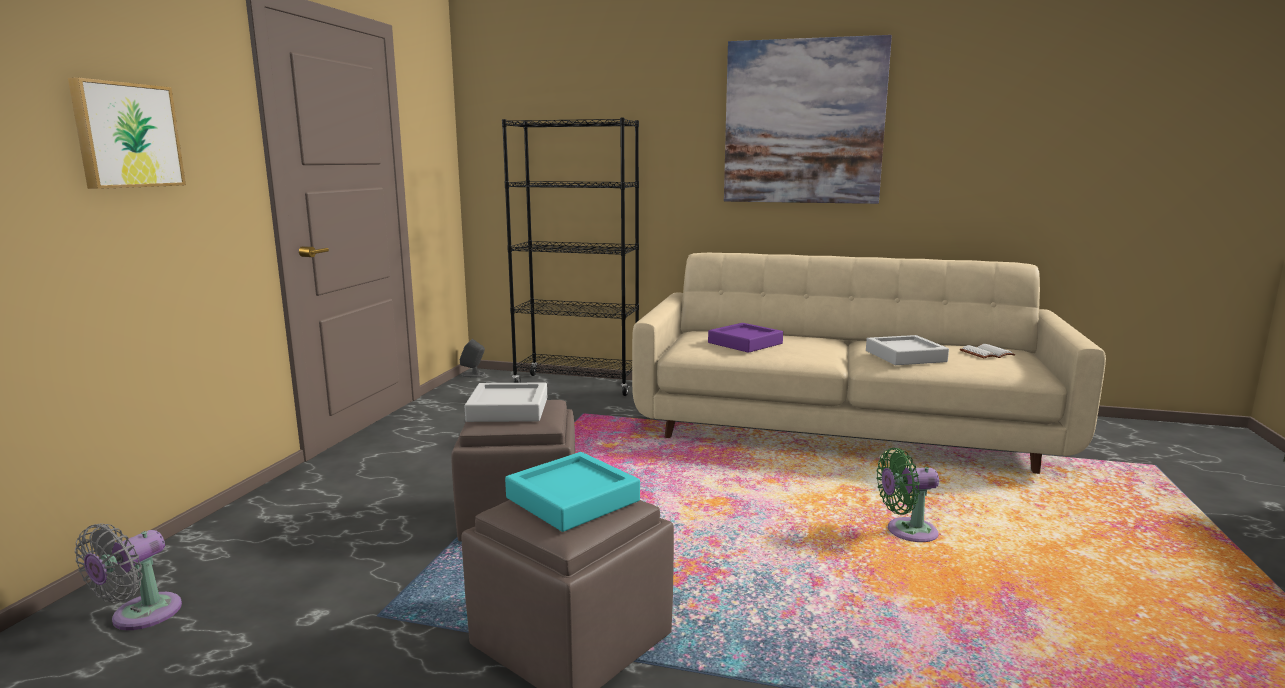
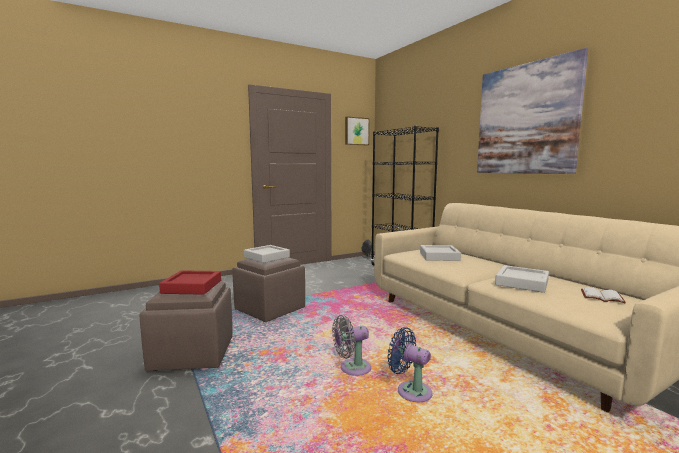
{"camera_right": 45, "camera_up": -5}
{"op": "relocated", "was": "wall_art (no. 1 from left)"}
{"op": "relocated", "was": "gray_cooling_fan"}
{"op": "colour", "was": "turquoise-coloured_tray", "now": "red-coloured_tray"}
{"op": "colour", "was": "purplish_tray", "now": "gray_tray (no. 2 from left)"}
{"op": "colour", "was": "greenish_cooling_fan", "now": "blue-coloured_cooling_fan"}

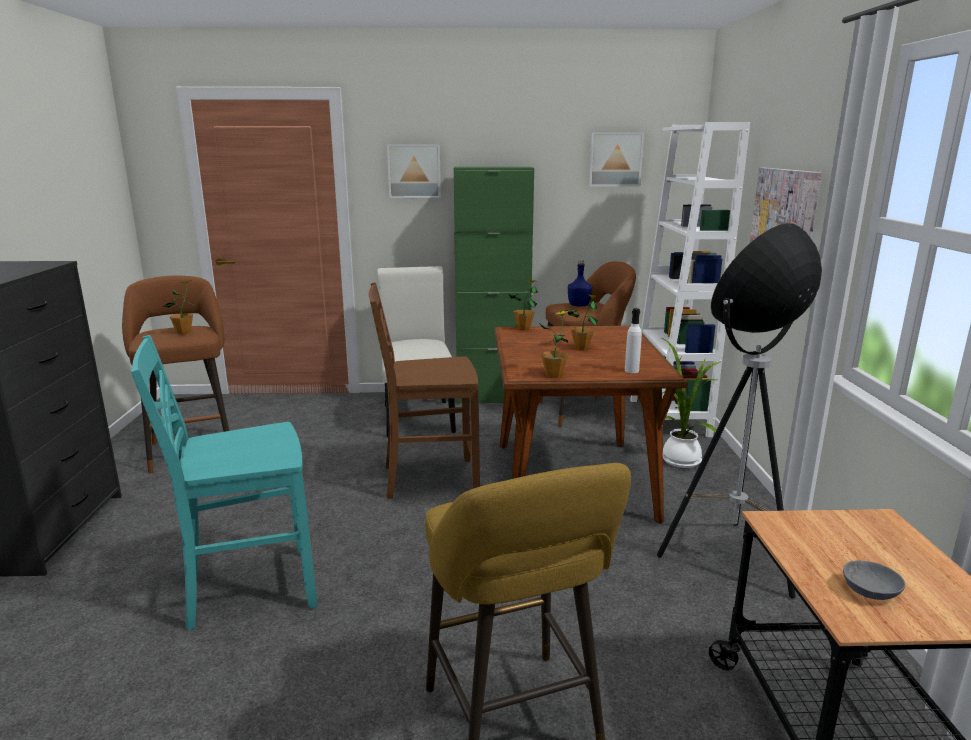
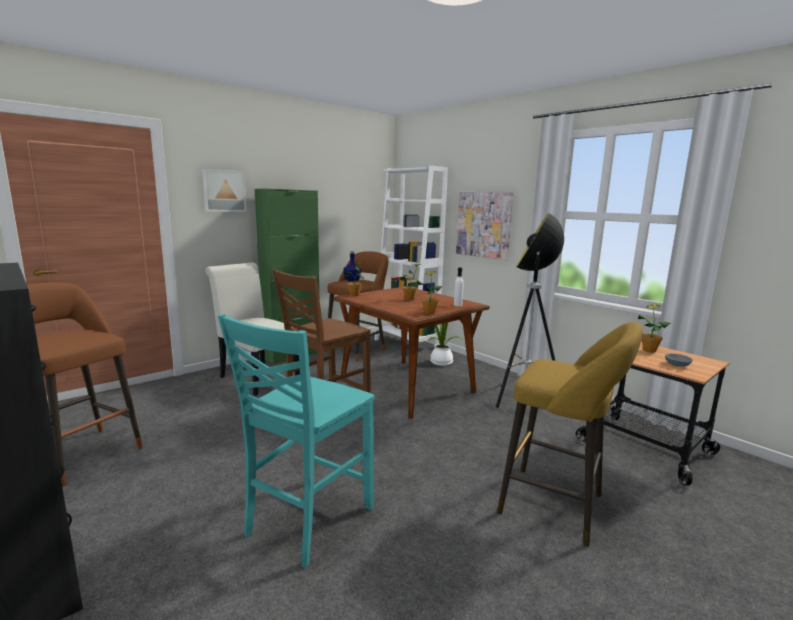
{"camera_right": -40, "camera_up": -5}
{"op": "missing", "was": "wall_art (no. 2 from left)"}
{"op": "relocated", "was": "houseplant (no. 1 from left in the first image)", "now": "houseplant (no. 5 from left)"}

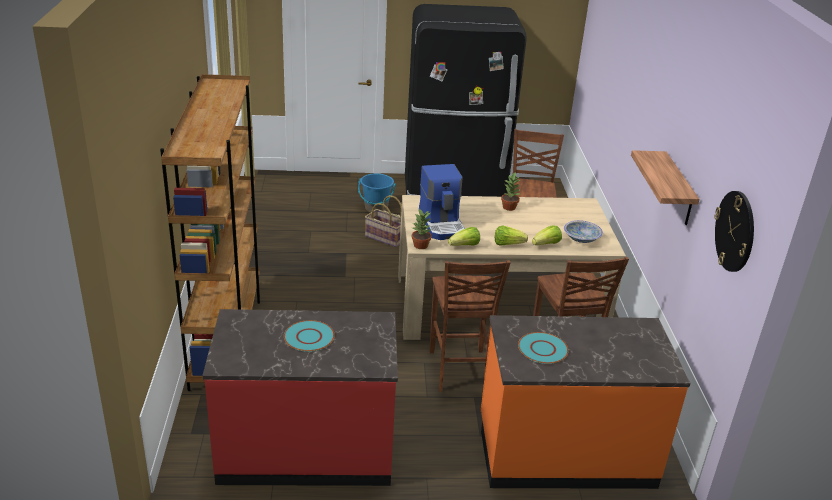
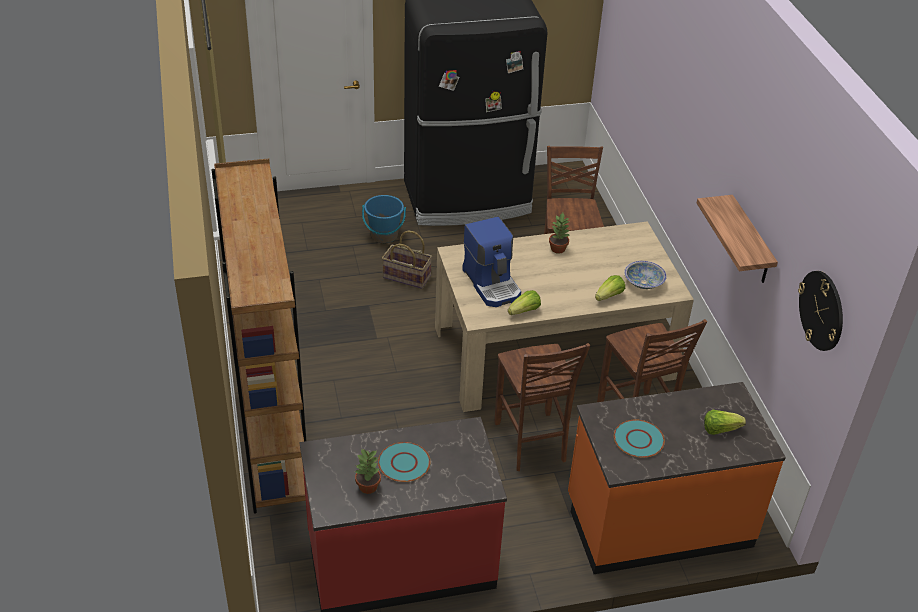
{"camera_right": -10, "camera_up": 10}
{"op": "relocated", "was": "houseplant (no. 1 from left)"}
{"op": "relocated", "was": "head_of_lettuce (no. 2 from left in the first image)", "now": "head_of_lettuce (no. 3 from left)"}

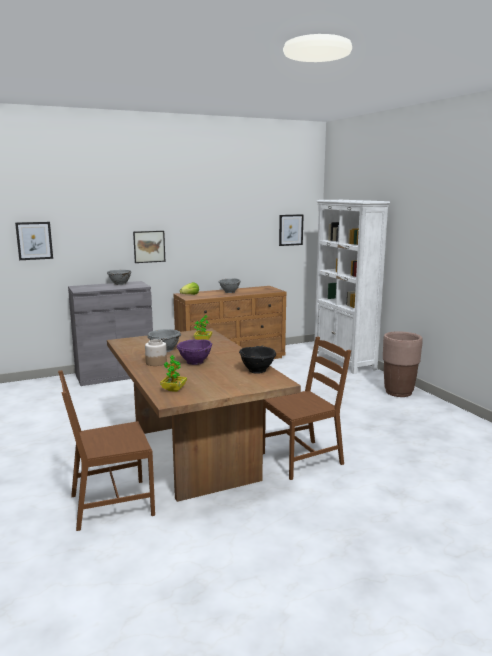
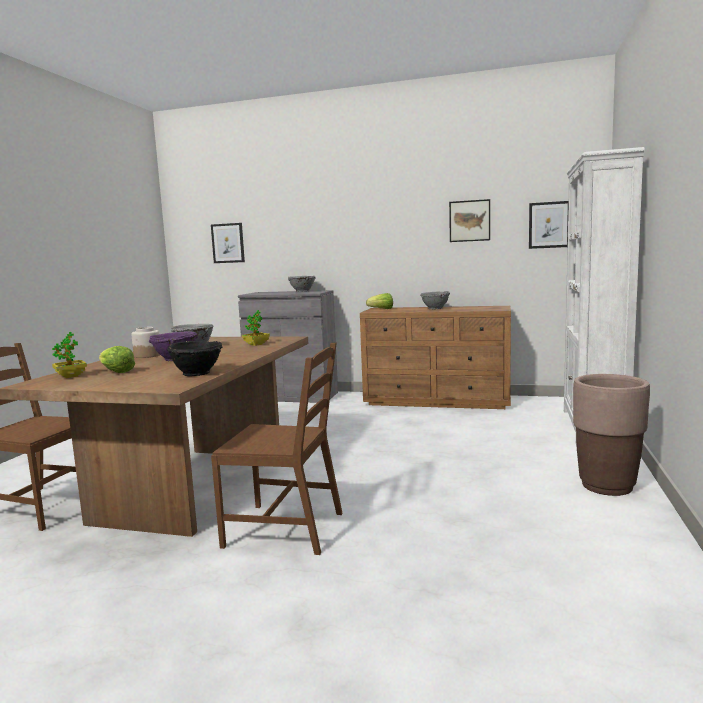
{"camera_right": 40, "camera_up": -5}
{"op": "appeared", "now": "head_of_lettuce (no. 1 from left)"}
{"op": "relocated", "was": "wall_art (no. 2 from left)"}

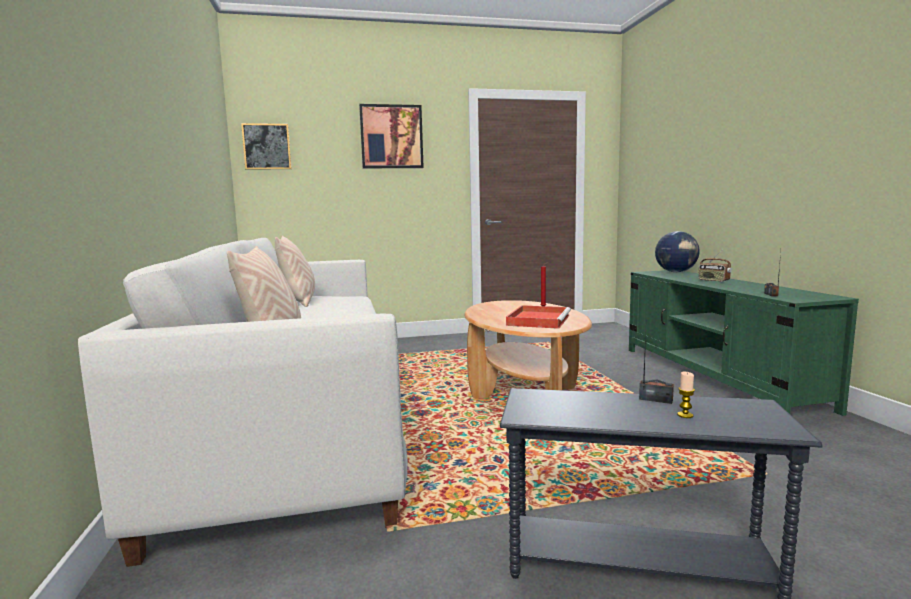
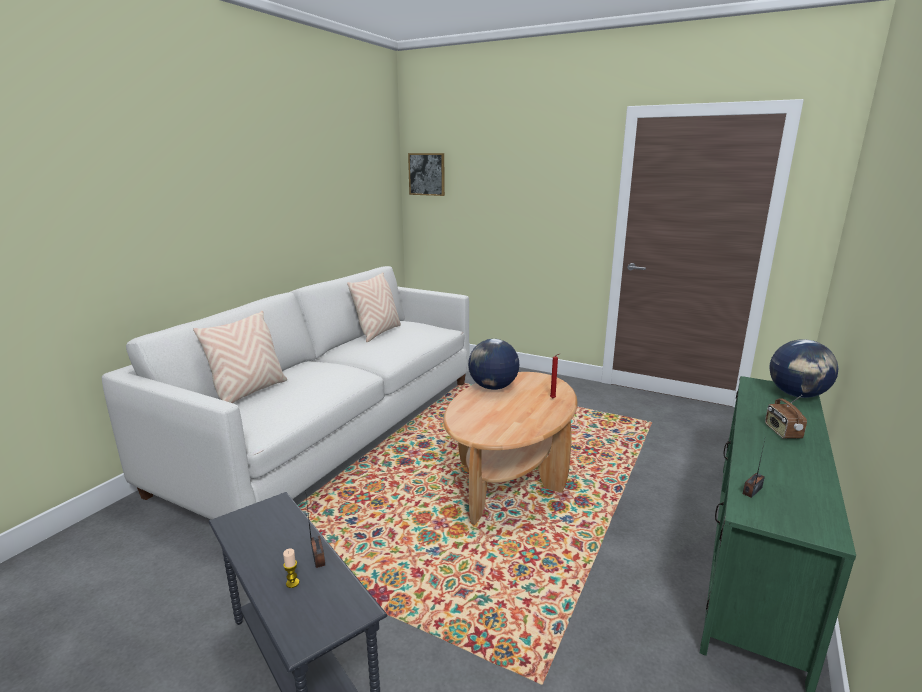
{"camera_right": 40, "camera_up": 10}
{"op": "missing", "was": "wall_art (no. 2 from left)"}
{"op": "missing", "was": "red-coloured_tray"}
{"op": "appeared", "now": "desk_globe (no. 1 from left)"}

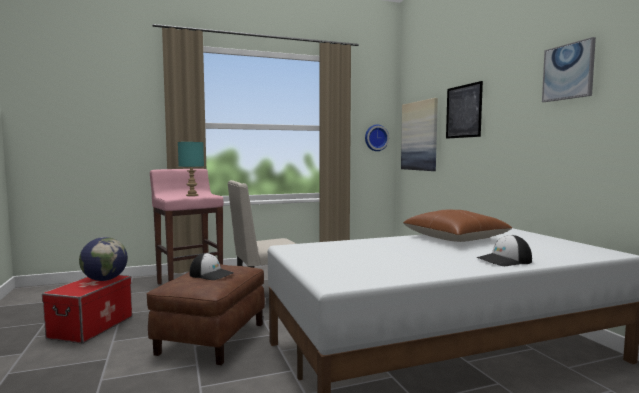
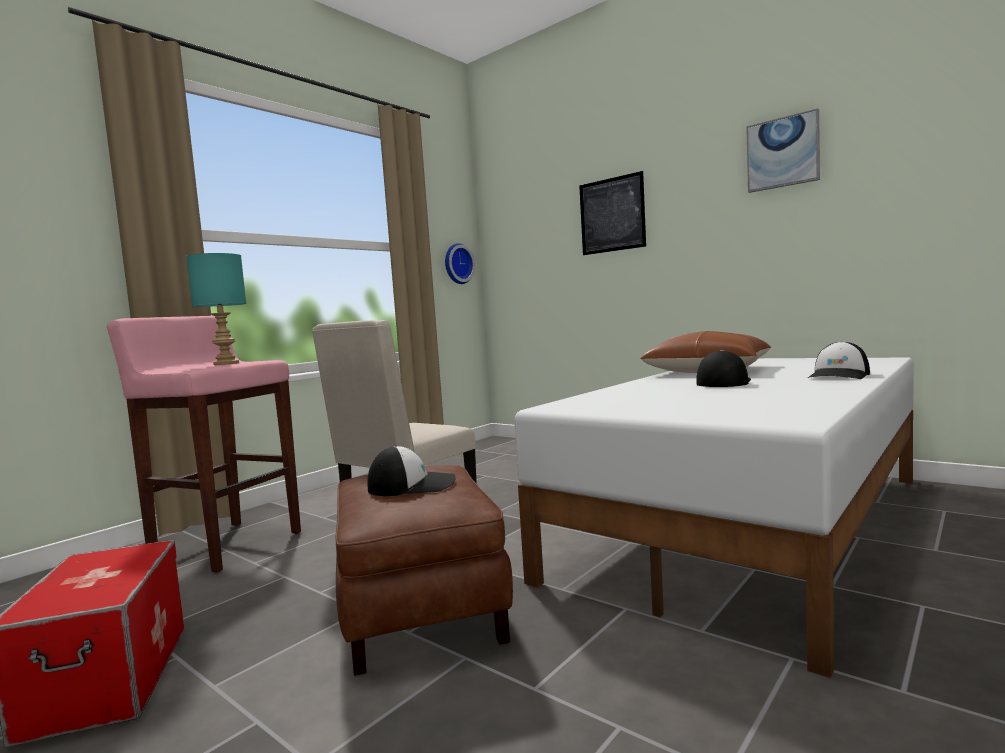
{"camera_right": -30, "camera_up": 0}
{"op": "missing", "was": "desk_globe"}
{"op": "missing", "was": "wall_art (no. 1 from left)"}
{"op": "appeared", "now": "cap (no. 2 from left)"}

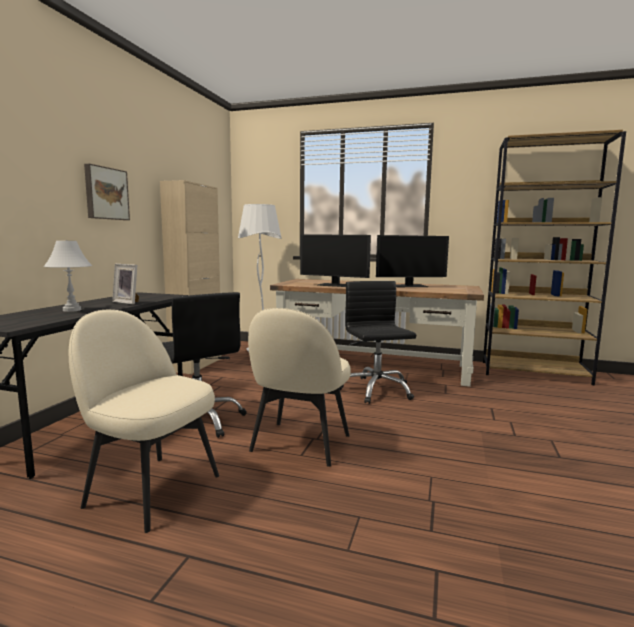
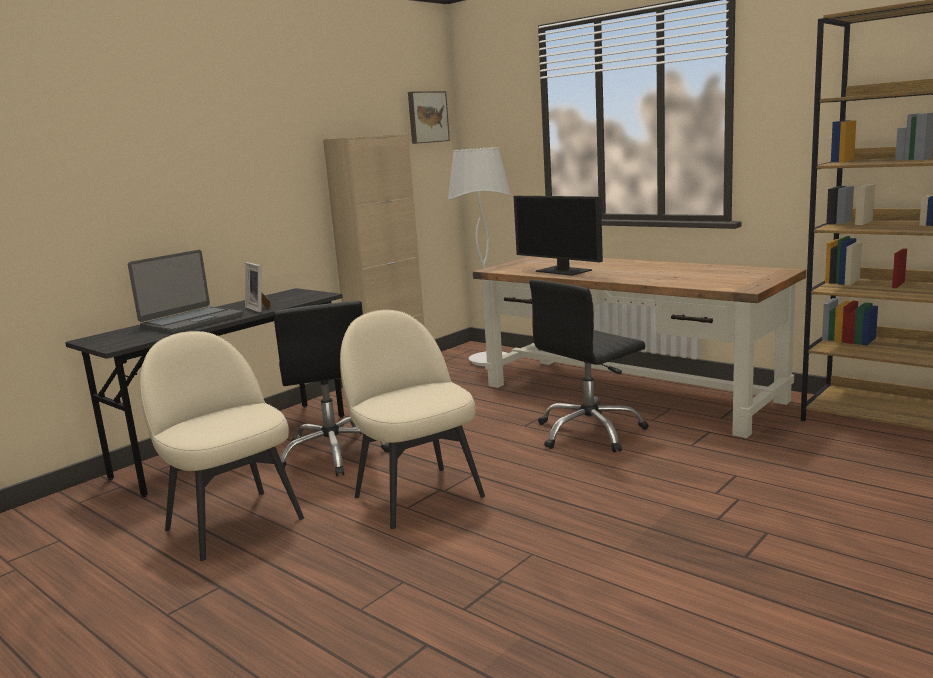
{"camera_right": 25, "camera_up": 5}
{"op": "missing", "was": "computer_display (no. 2 from left)"}
{"op": "relocated", "was": "wall_art"}
{"op": "exchanged", "was": "white_lamp_for_a_table", "now": "laptop"}
{"op": "spun", "was": "beige-coloured_upright_chair (no. 2 from left)", "clockwise": 105}
{"op": "spun", "was": "black-coloured_desk_chair (no. 2 from left)", "clockwise": -135}

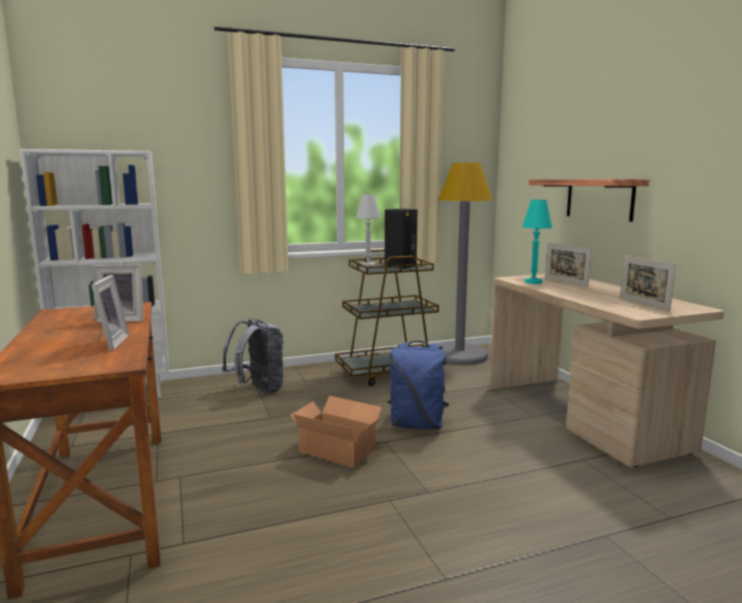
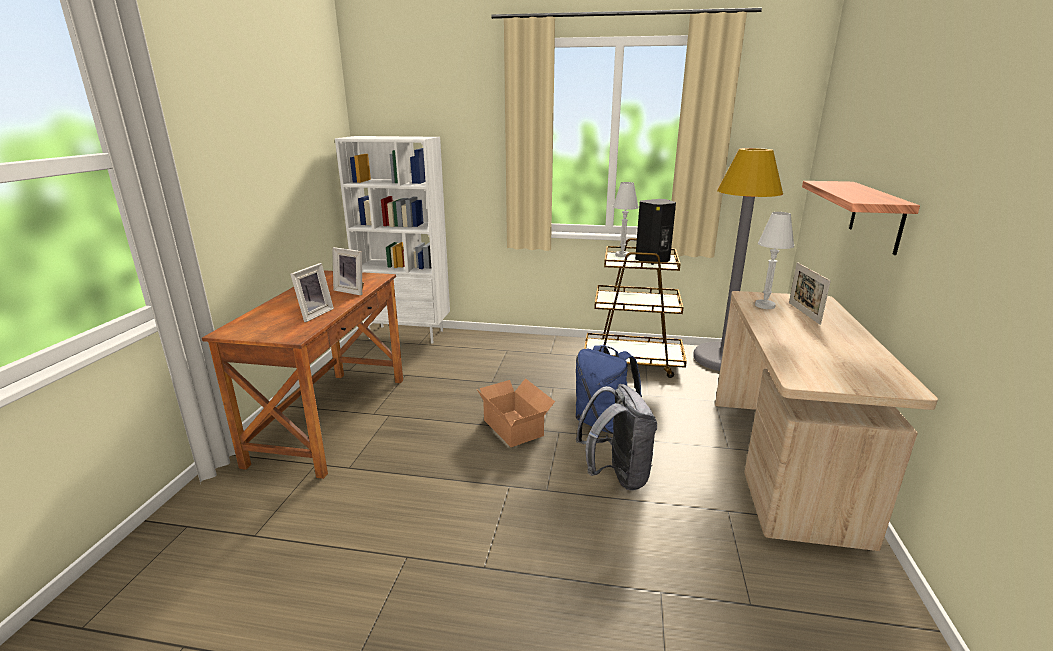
{"camera_right": 30, "camera_up": 10}
{"op": "missing", "was": "standing_frame (no. 4 from left)"}
{"op": "relocated", "was": "gray_knapsack"}
{"op": "colour", "was": "turquoise-coloured_lamp_for_a_table", "now": "white_lamp_for_a_table (no. 2 from left)"}

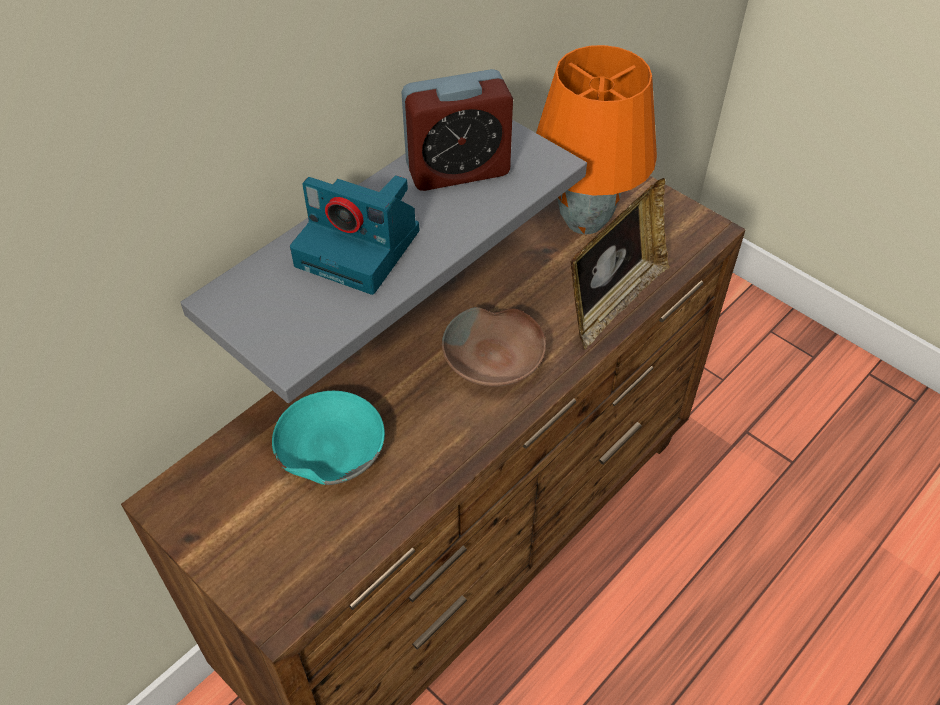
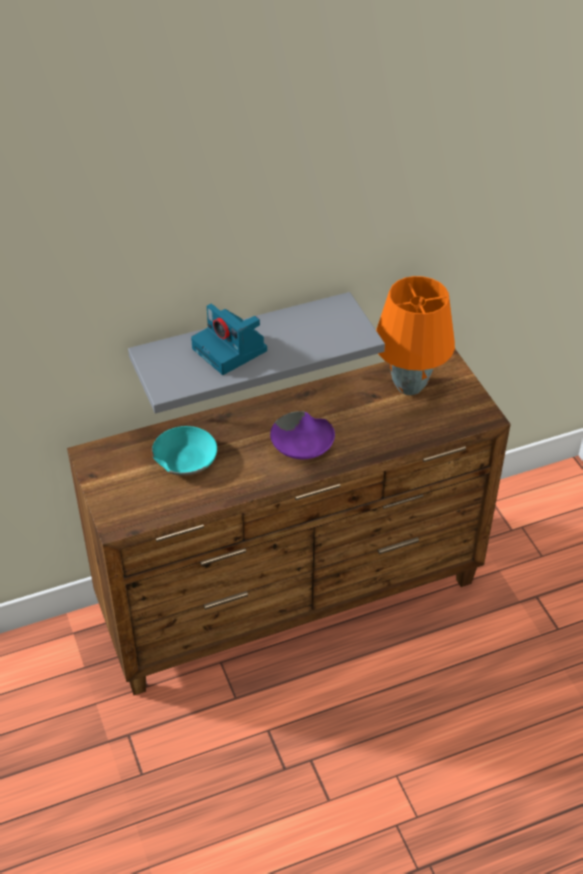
{"camera_right": 25, "camera_up": -5}
{"op": "missing", "was": "bedside_clock"}
{"op": "missing", "was": "standing_frame"}
{"op": "colour", "was": "brown_serving_bowl", "now": "purplish_serving_bowl"}

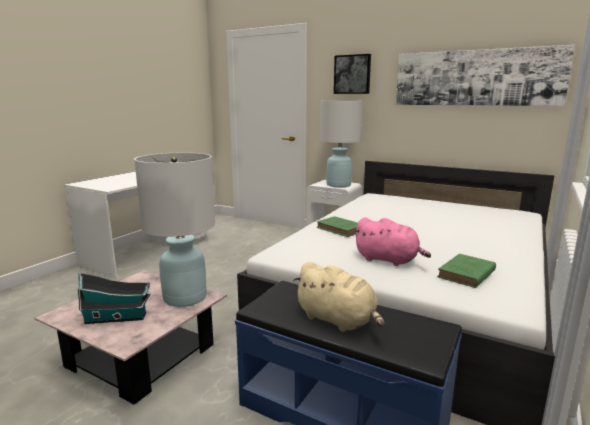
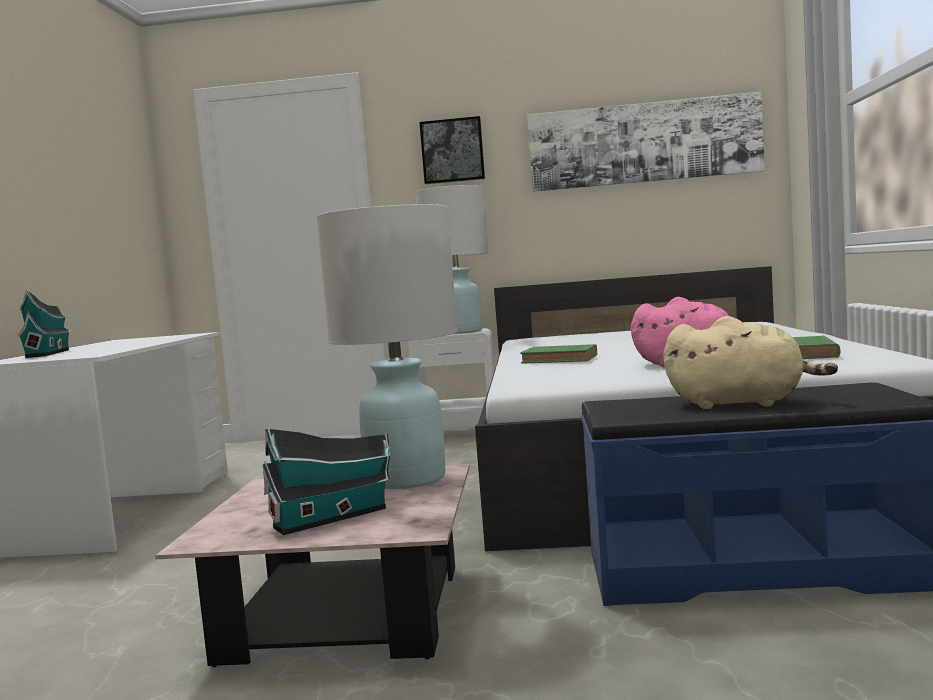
{"camera_right": -25, "camera_up": -10}
{"op": "appeared", "now": "model_house (no. 1 from left)"}

